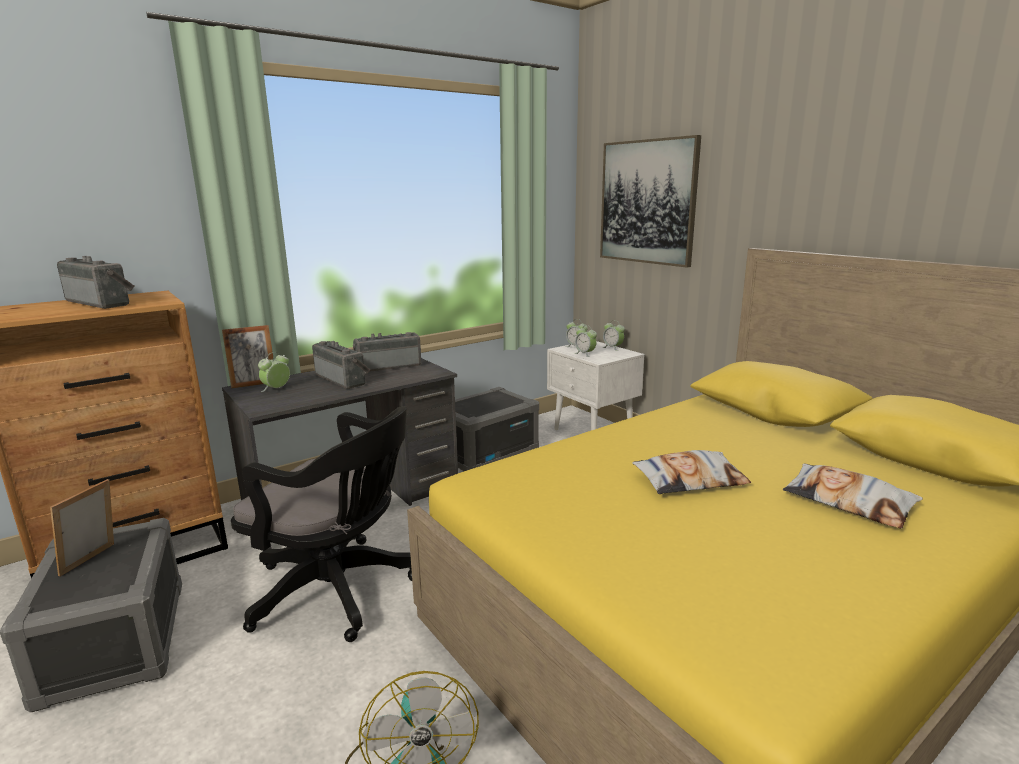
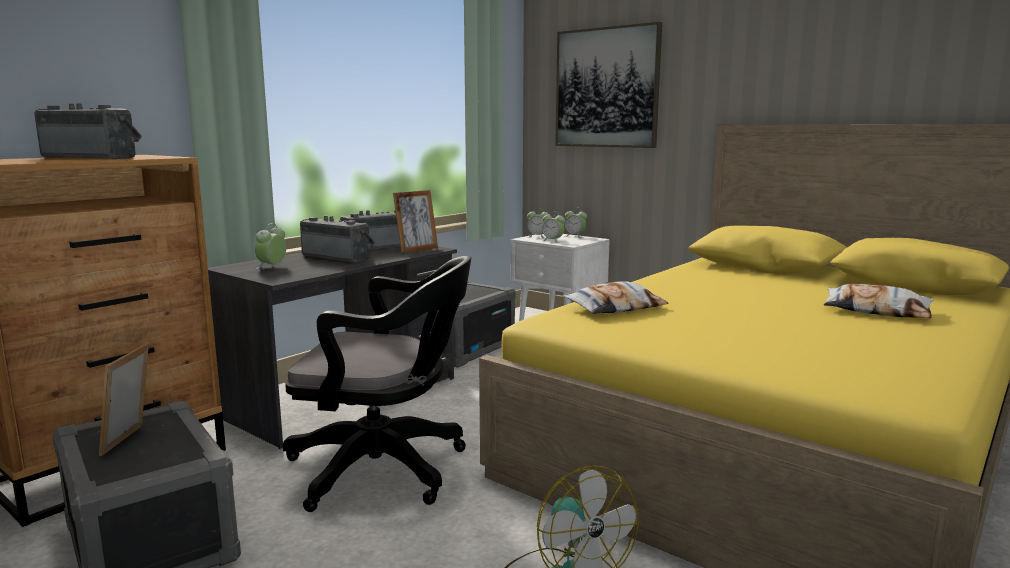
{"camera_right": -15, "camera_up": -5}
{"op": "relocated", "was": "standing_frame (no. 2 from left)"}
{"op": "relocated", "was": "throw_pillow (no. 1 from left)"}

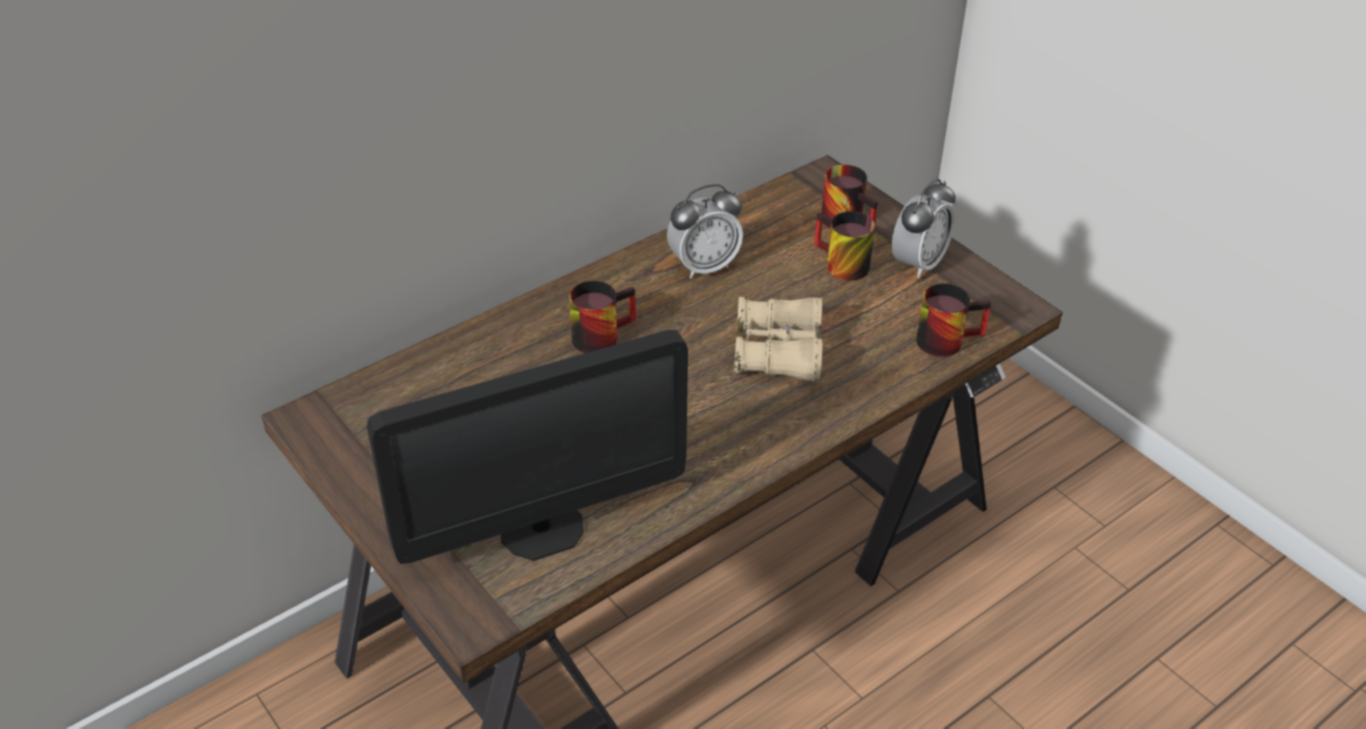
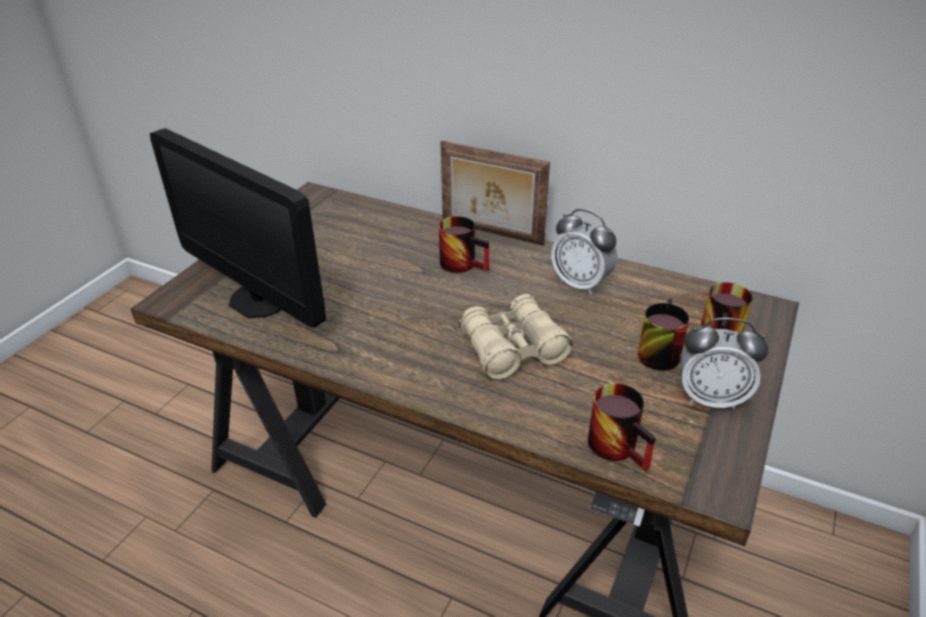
{"camera_right": 65, "camera_up": -5}
{"op": "appeared", "now": "standing_frame"}

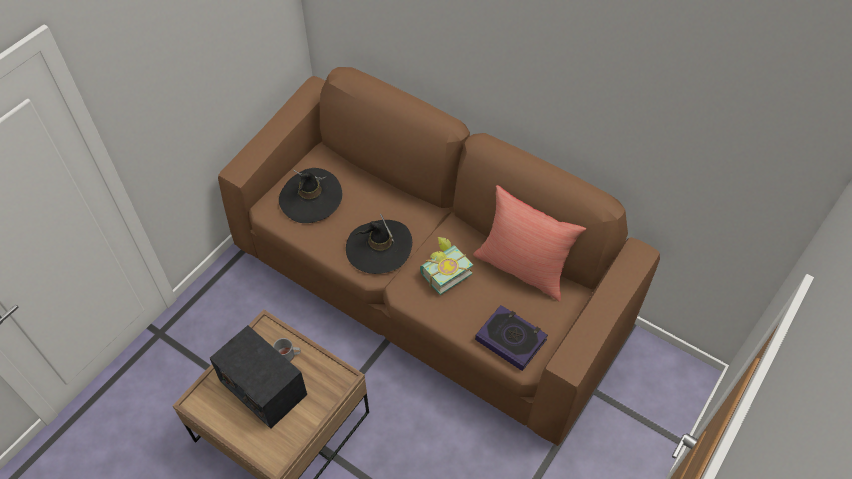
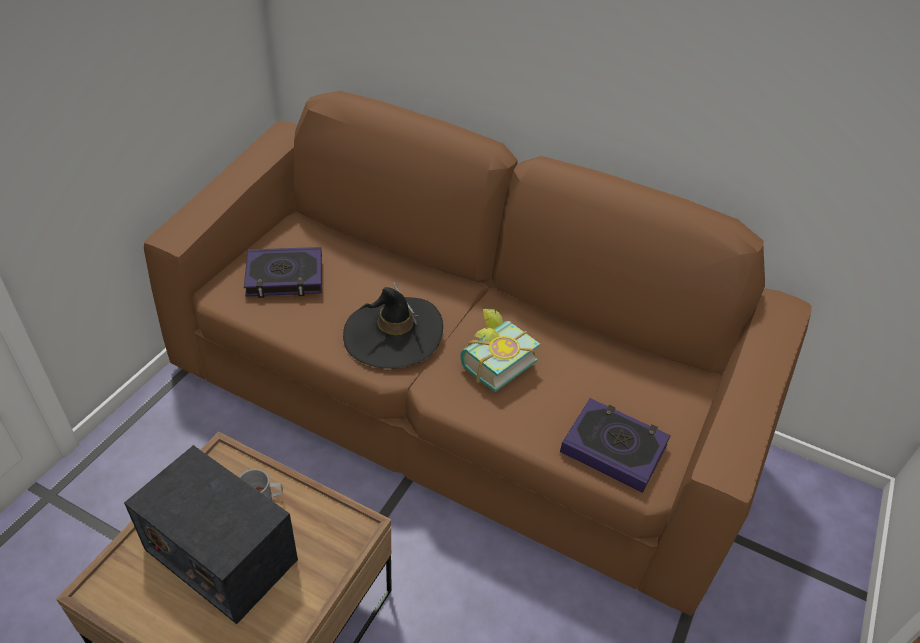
{"camera_right": -10, "camera_up": -10}
{"op": "missing", "was": "red-coloured_throw_pillow"}
{"op": "exchanged", "was": "black-coloured_wearable_hat (no. 1 from left)", "now": "book (no. 1 from left)"}

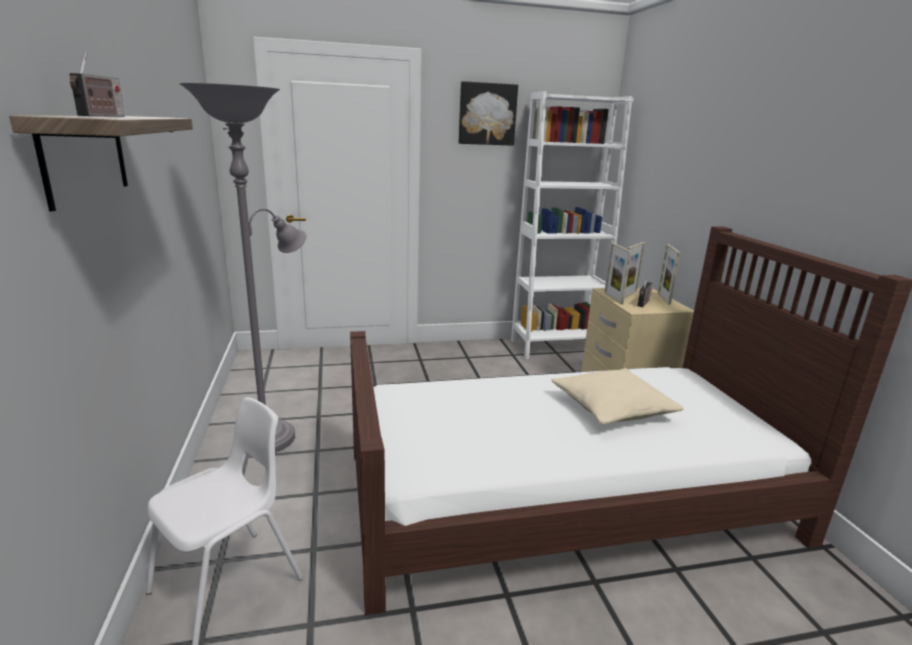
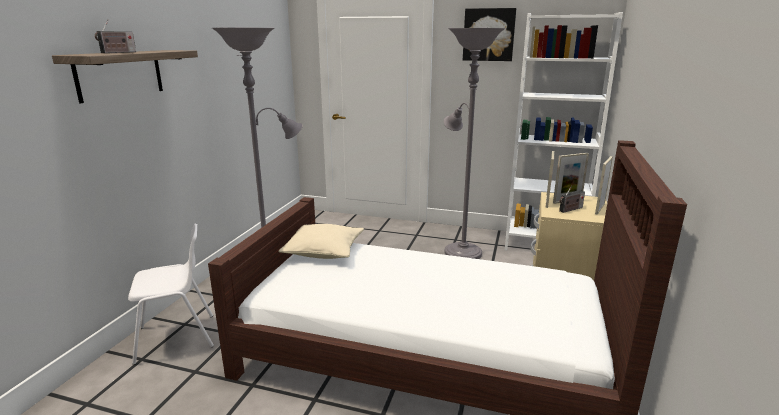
{"camera_right": 30, "camera_up": 0}
{"op": "appeared", "now": "gray_floor_lamp (no. 2 from left)"}
{"op": "relocated", "was": "beige-coloured_throw_pillow"}

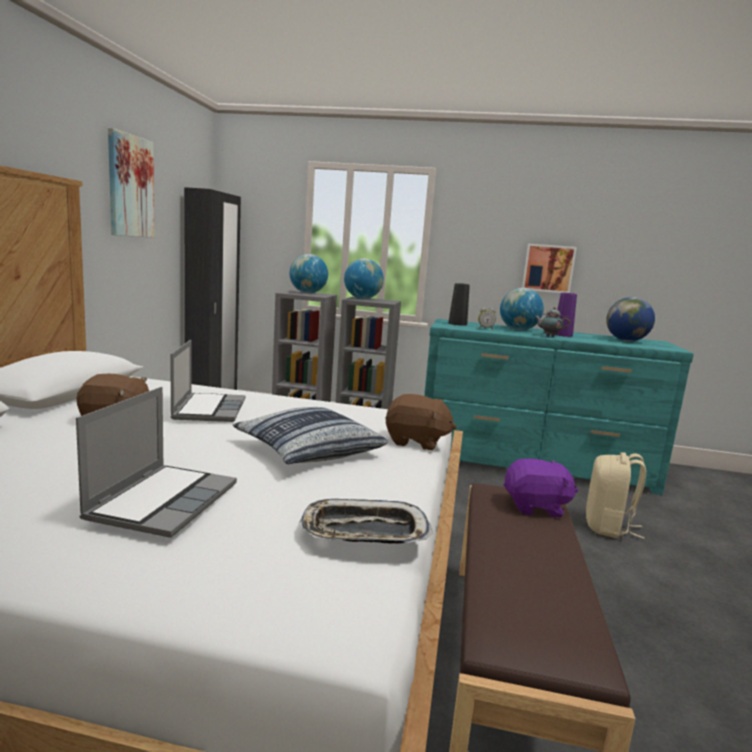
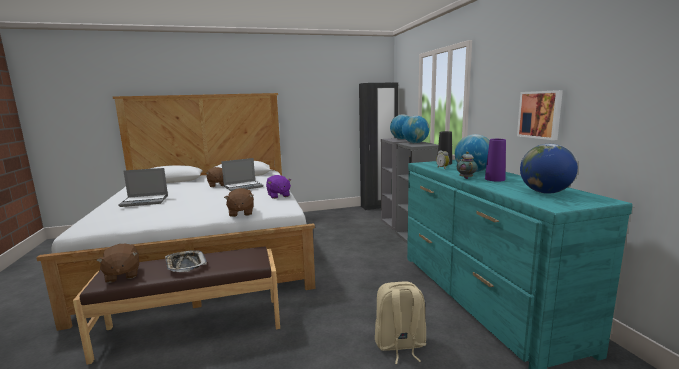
{"camera_right": 65, "camera_up": 0}
{"op": "missing", "was": "wall_art (no. 1 from left)"}
{"op": "missing", "was": "throw_pillow"}
{"op": "appeared", "now": "brown_soft_toy (no. 1 from left)"}
{"op": "relocated", "was": "tray"}
{"op": "relocated", "was": "purplish_soft_toy"}

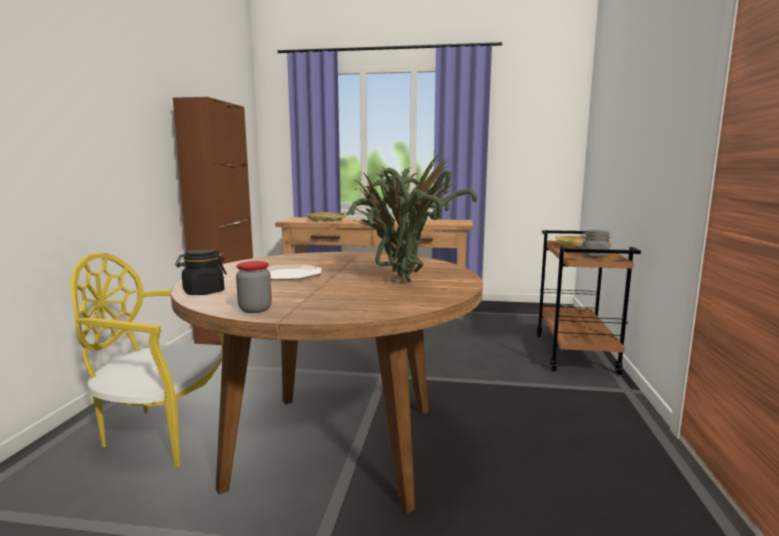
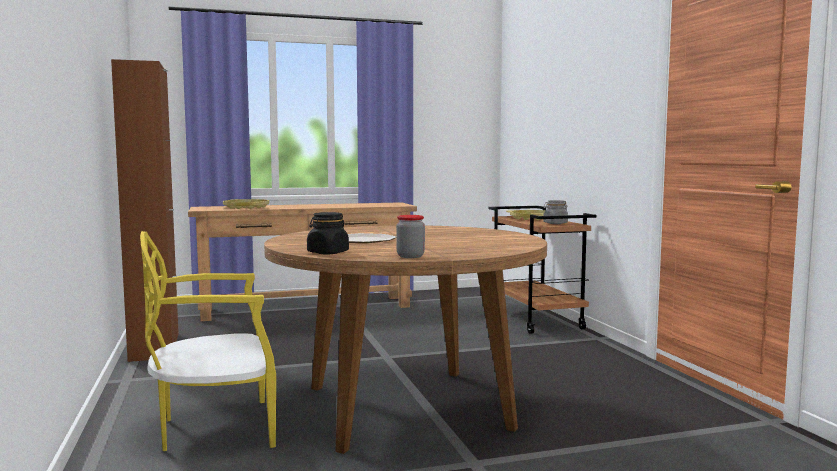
{"camera_right": -25, "camera_up": -5}
{"op": "missing", "was": "houseplant"}

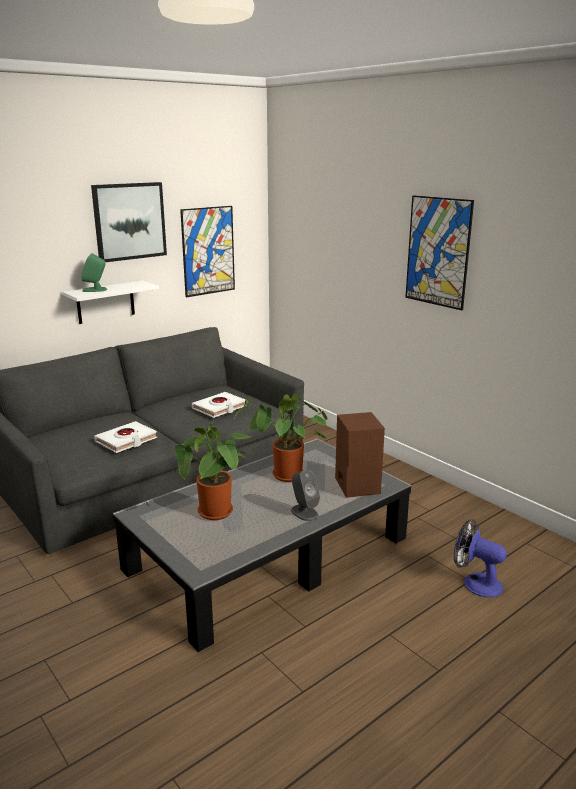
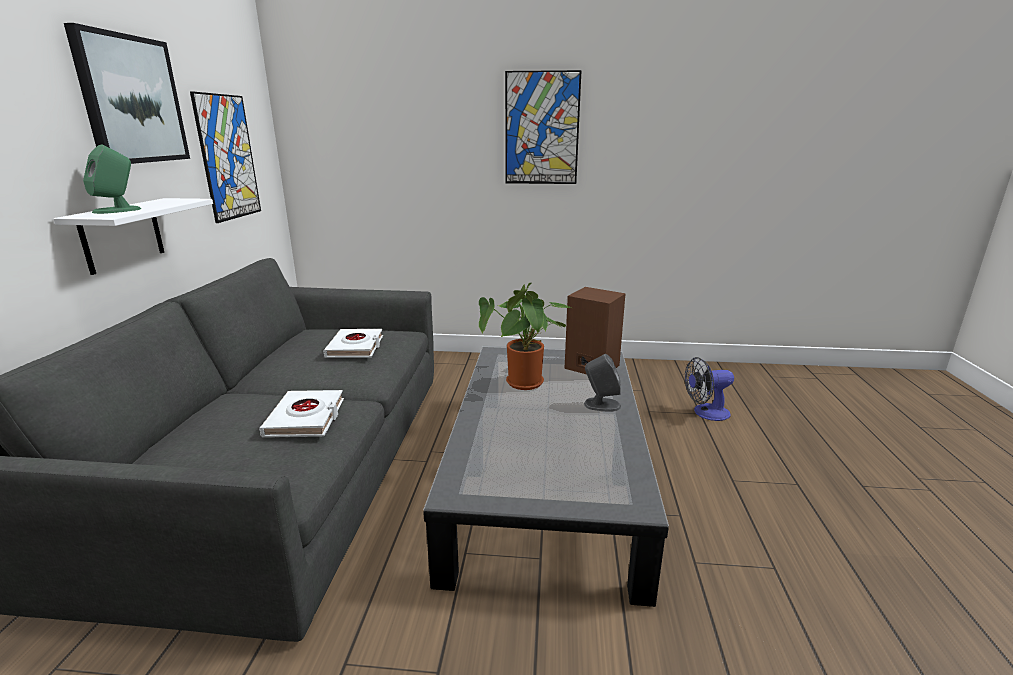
{"camera_right": -45, "camera_up": 0}
{"op": "missing", "was": "houseplant (no. 1 from left)"}

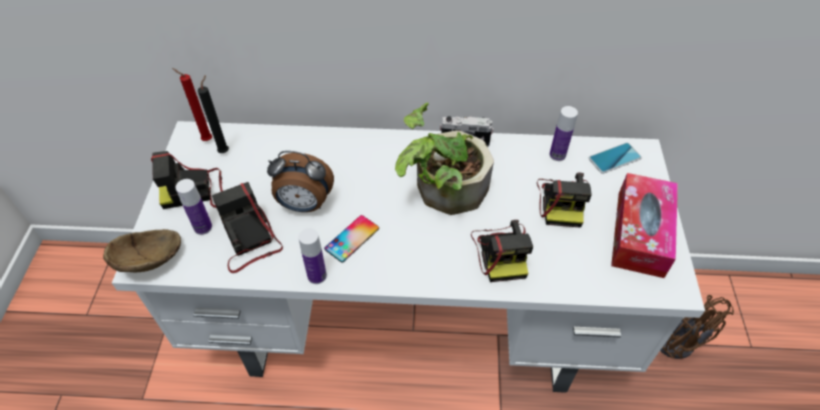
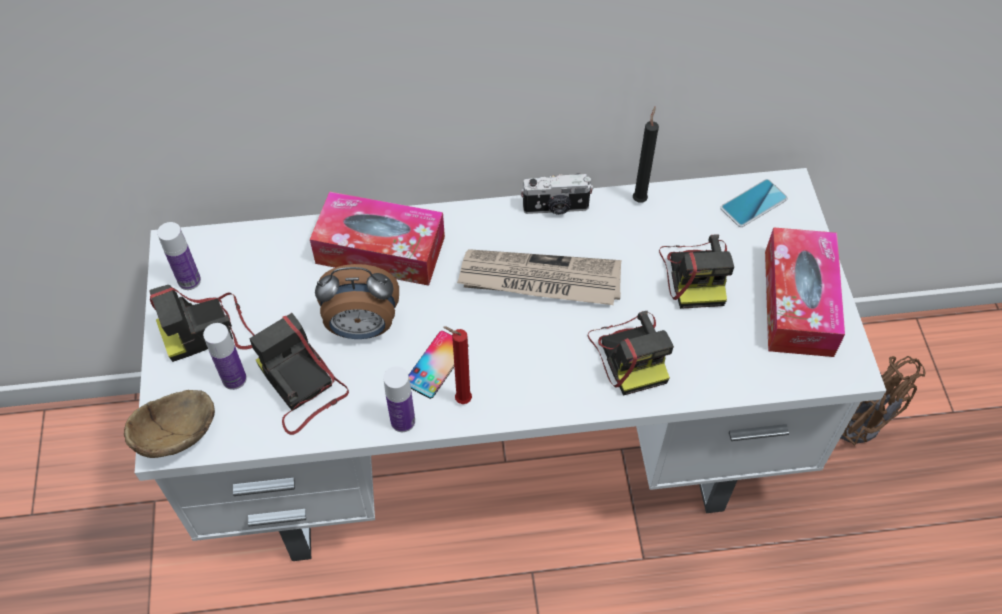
{"camera_right": -10, "camera_up": 5}
{"op": "appeared", "now": "tissue_box (no. 1 from left)"}
{"op": "relocated", "was": "red-coloured_candle"}
{"op": "relocated", "was": "black-coloured_candle"}
{"op": "relocated", "was": "beverage_bottle (no. 3 from left in the first image)", "now": "beverage_bottle (no. 1 from left)"}
{"op": "exchanged", "was": "houseplant", "now": "newspaper"}

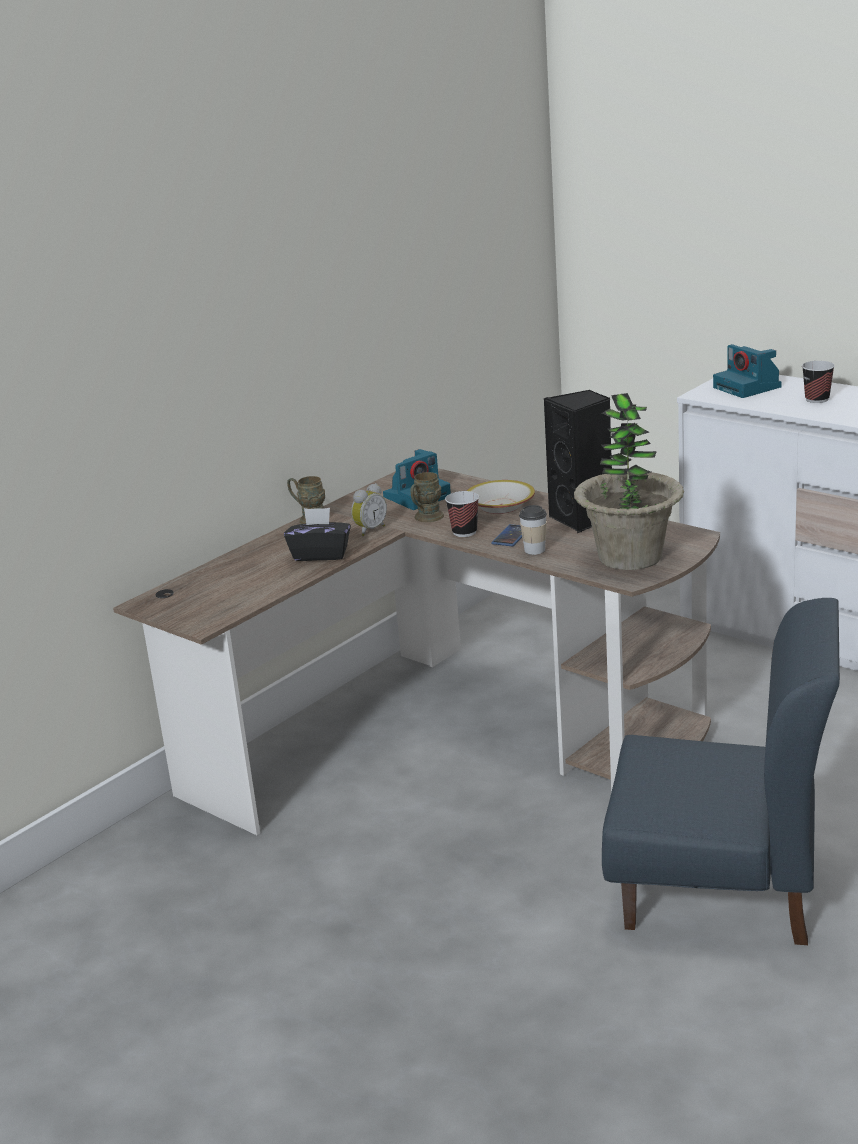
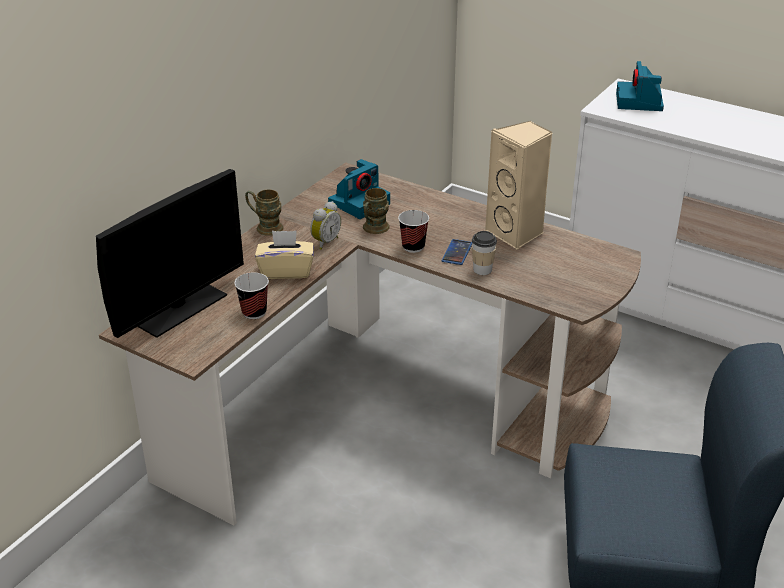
{"camera_right": -10, "camera_up": 10}
{"op": "missing", "was": "serving_bowl"}
{"op": "missing", "was": "houseplant"}
{"op": "appeared", "now": "computer_display"}
{"op": "relocated", "was": "drinking_cup (no. 3 from left in the first image)", "now": "drinking_cup (no. 1 from left)"}
{"op": "colour", "was": "black-coloured_tissue_box", "now": "beige-coloured_tissue_box"}
{"op": "colour", "was": "black-coloured_speaker", "now": "beige-coloured_speaker"}
{"op": "spun", "was": "photo_camera (no. 2 from left)", "clockwise": 45}

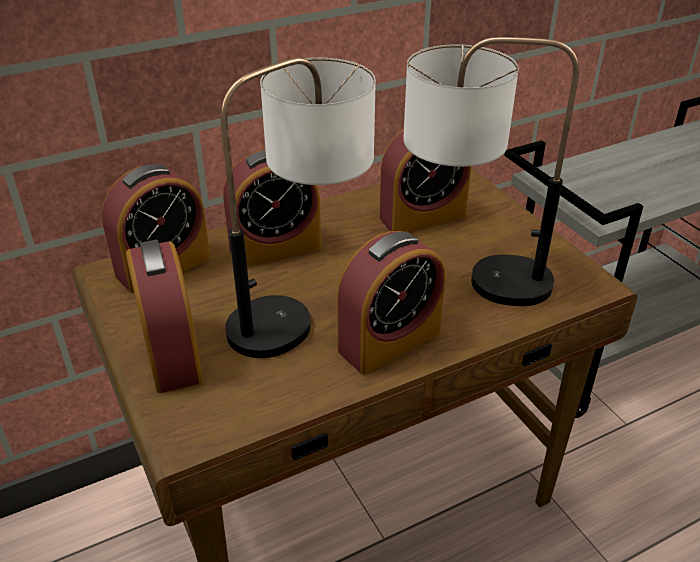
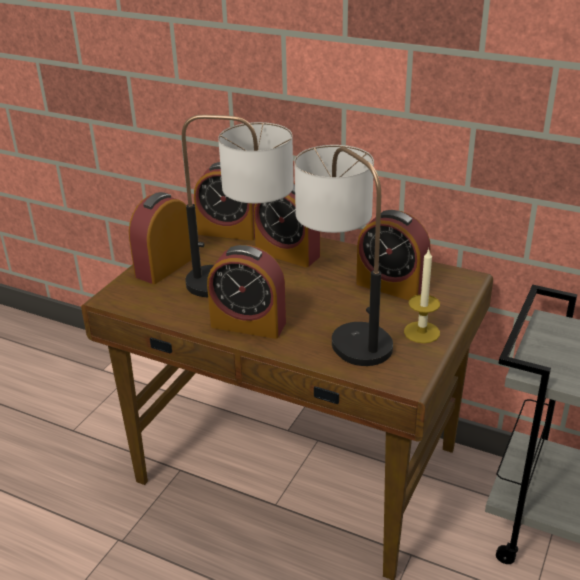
{"camera_right": 55, "camera_up": -5}
{"op": "appeared", "now": "candle"}

